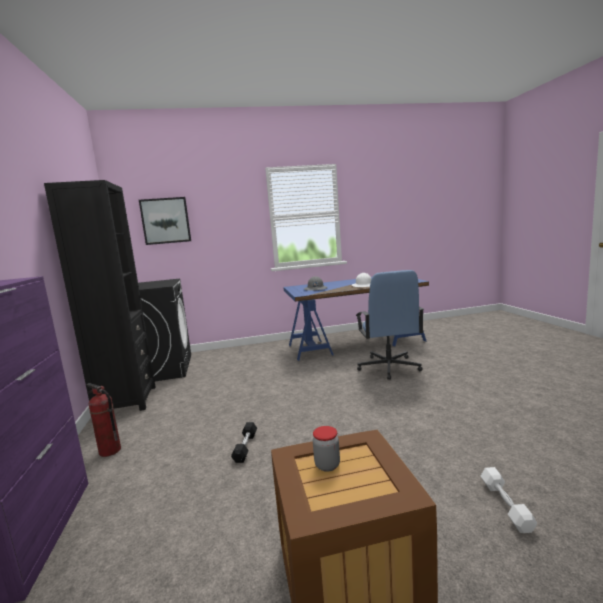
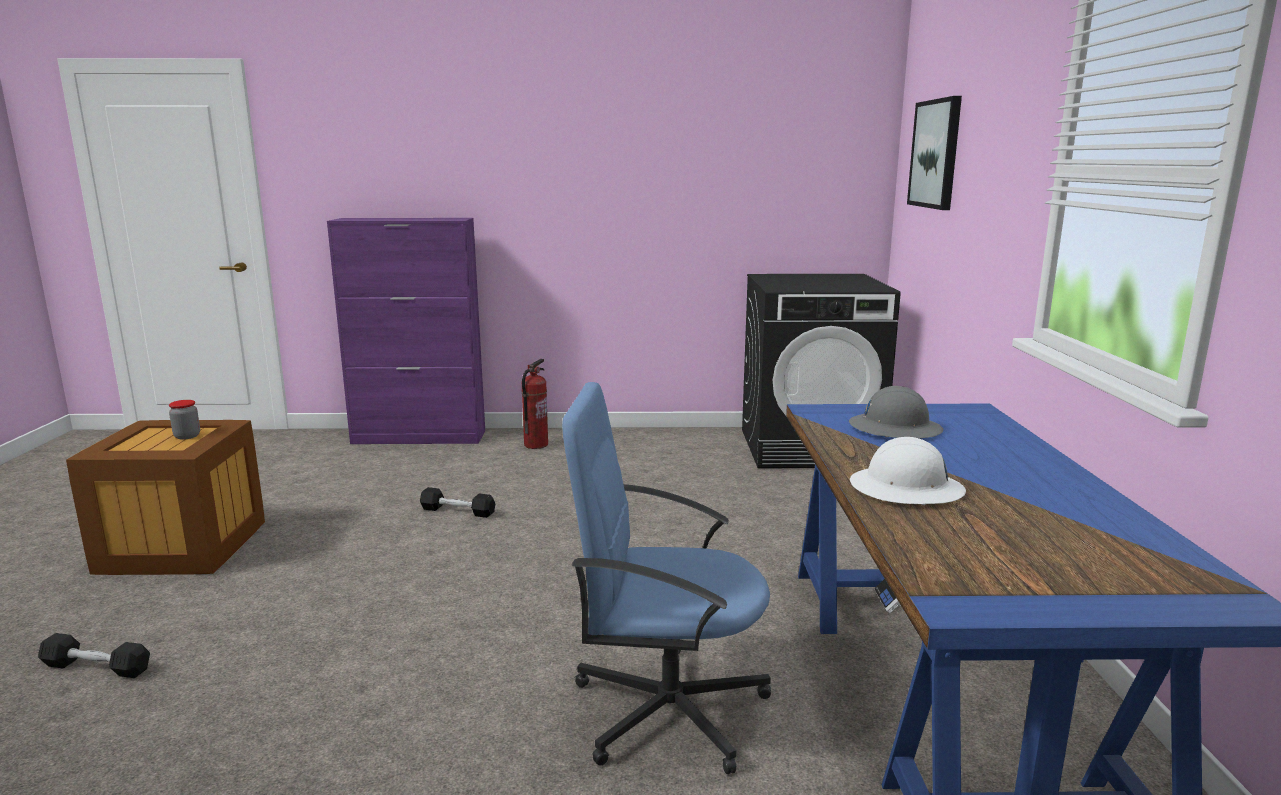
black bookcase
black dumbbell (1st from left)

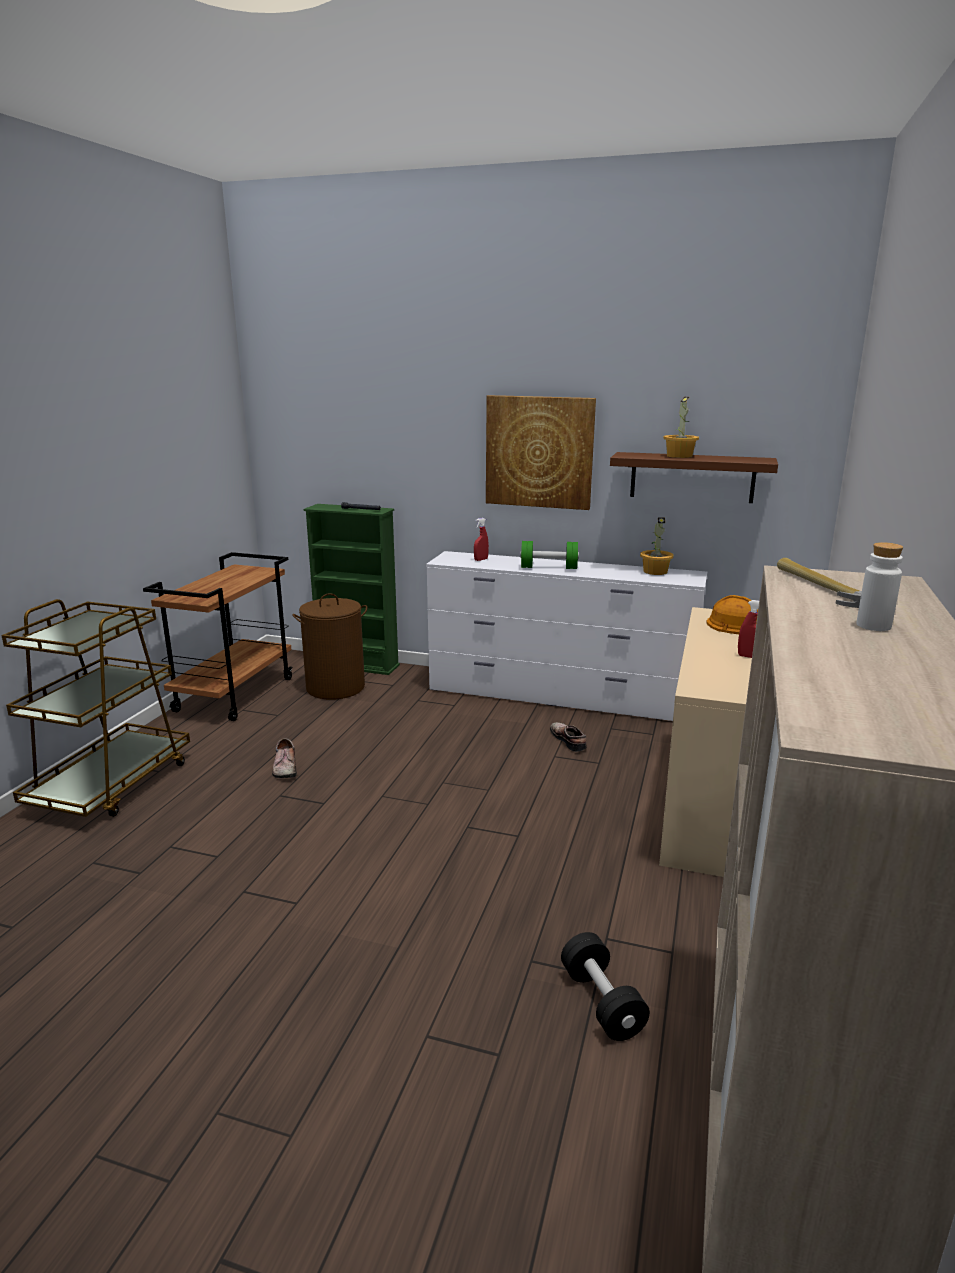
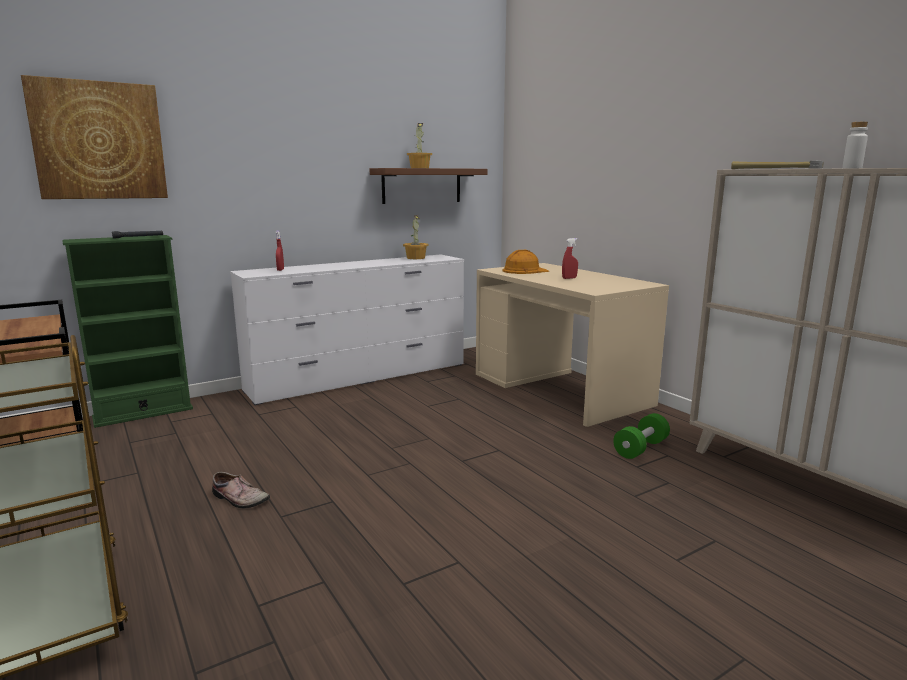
brown laundry basket
shoe (2nd from left in the first image)
black dumbbell
picture
green dumbbell

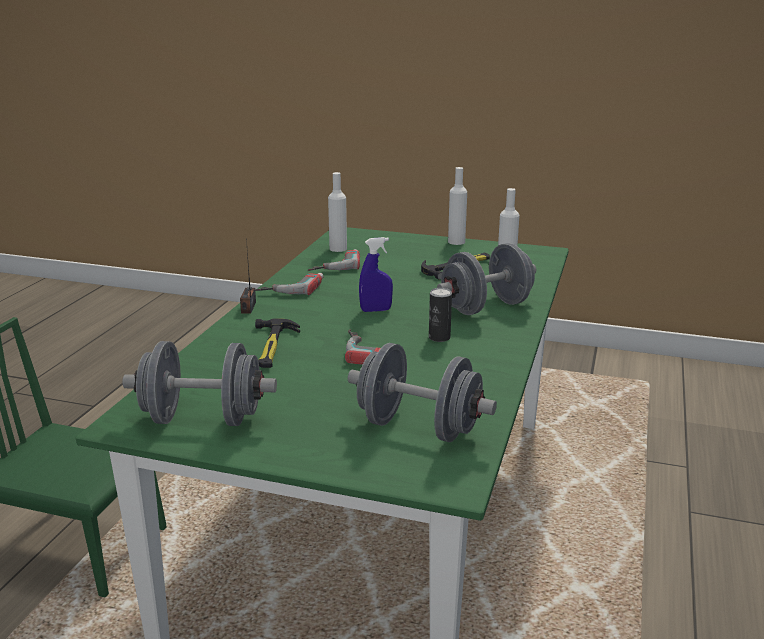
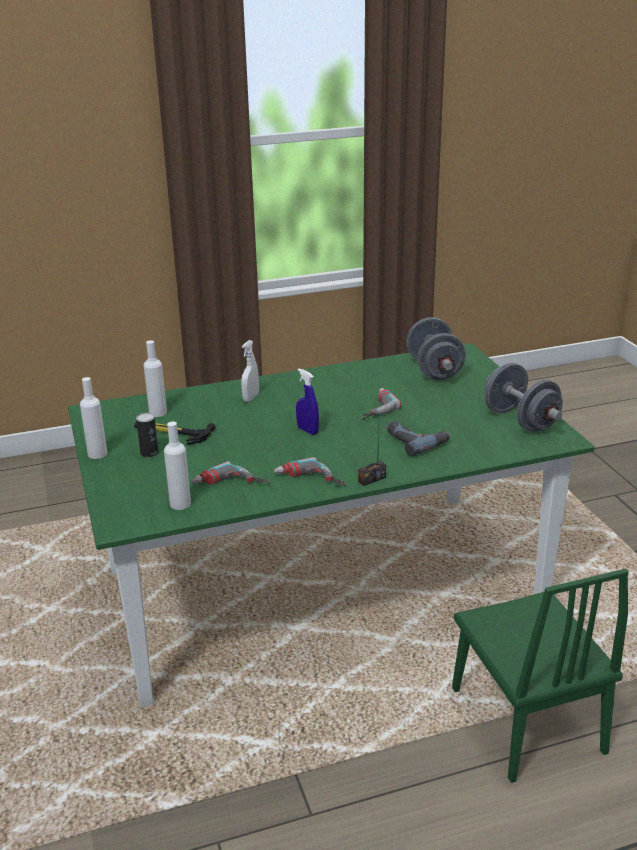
can
power drill (4th from left)
white spray bottle

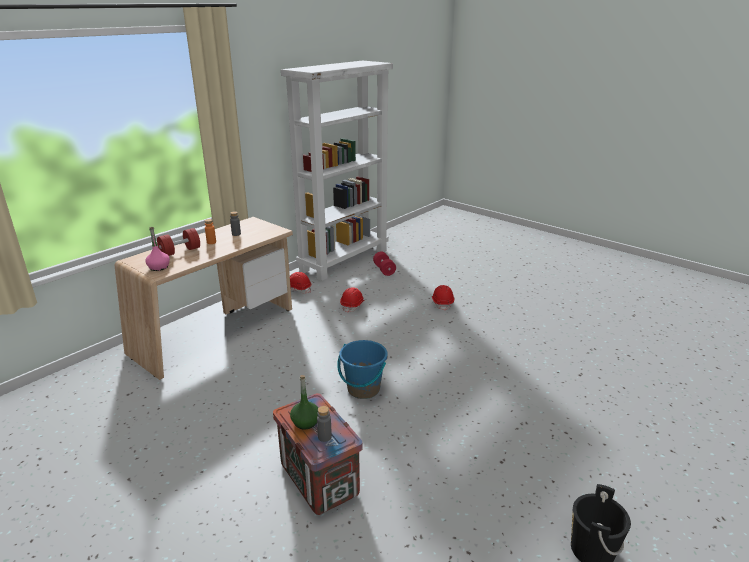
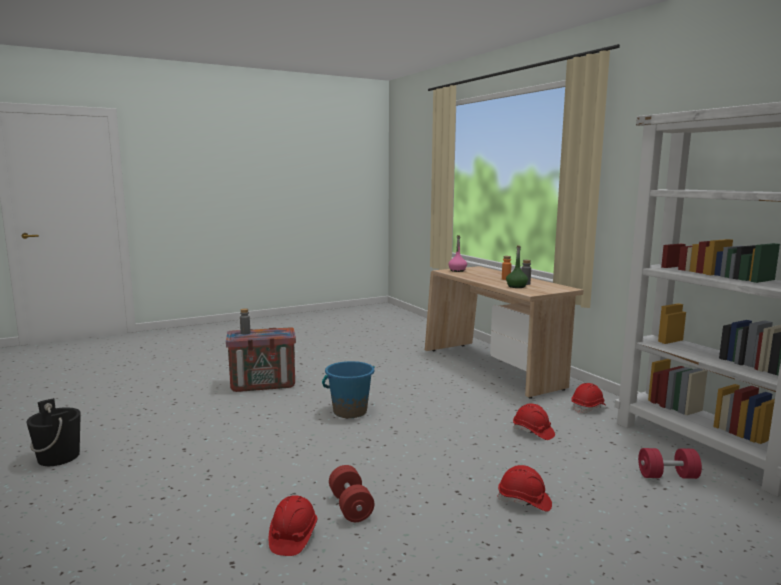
red hard hat (1st from left)
red dumbbell (1st from left)
green bottle

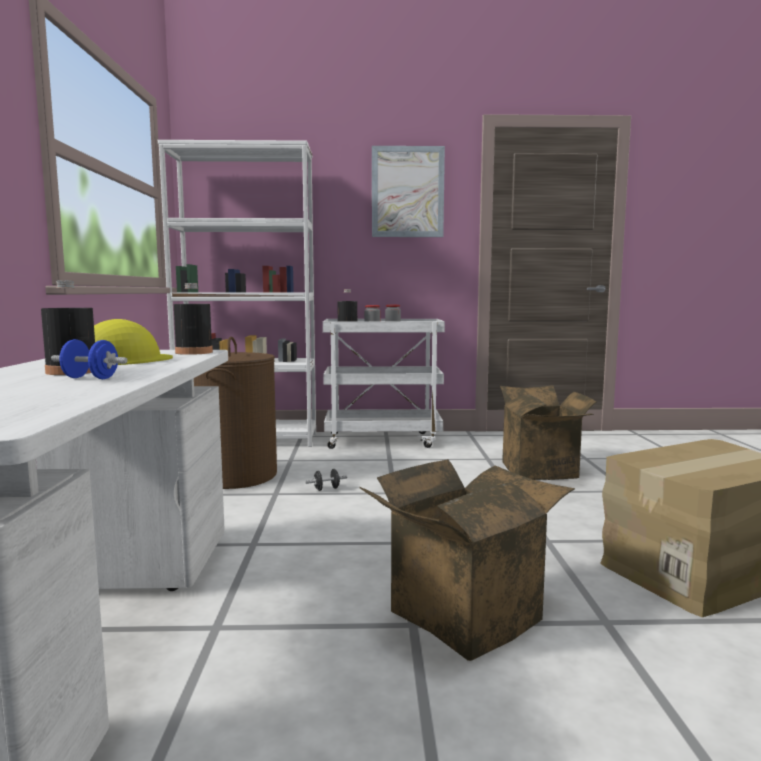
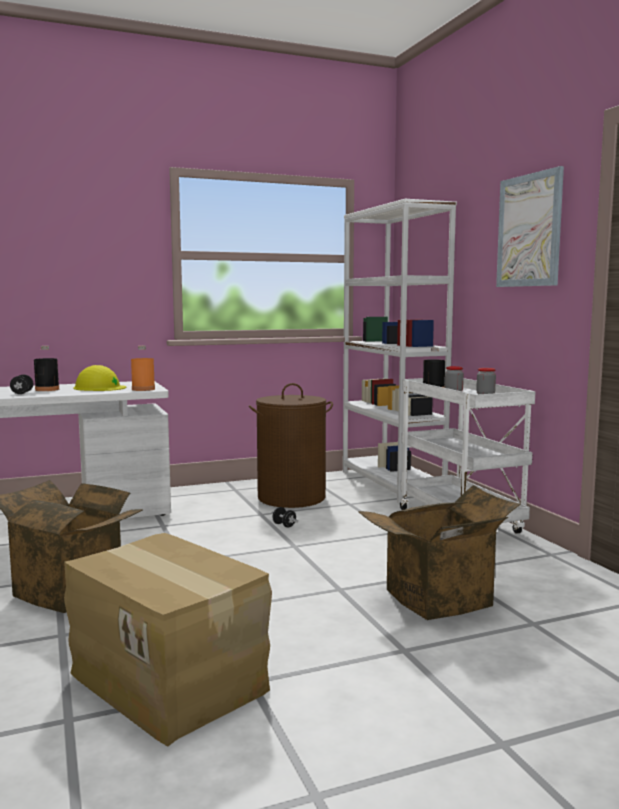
black dumbbell (1st from left)
orange bottle

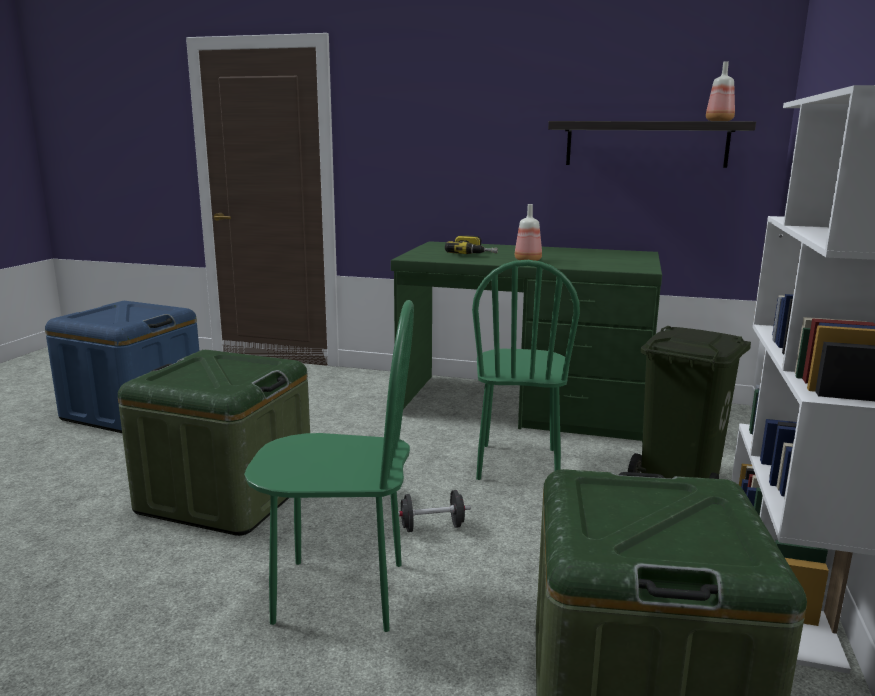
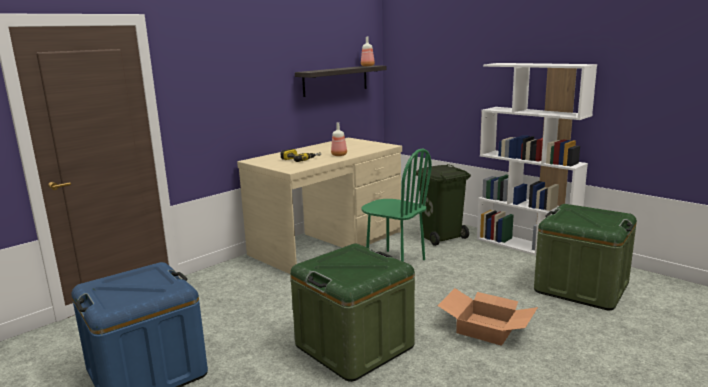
black dumbbell
cardboard box
beige desk

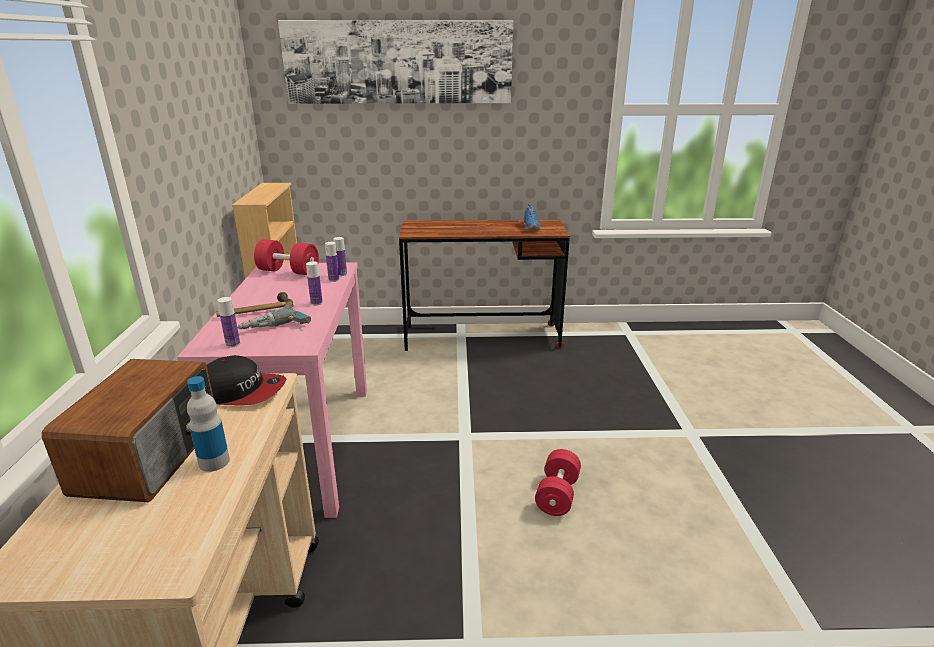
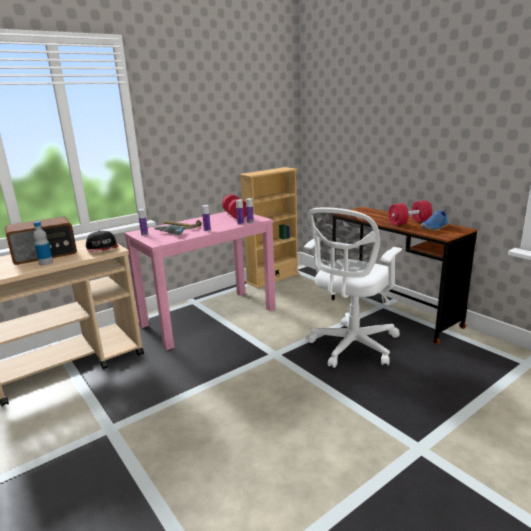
picture
white office chair
red dumbbell (2nd from left)

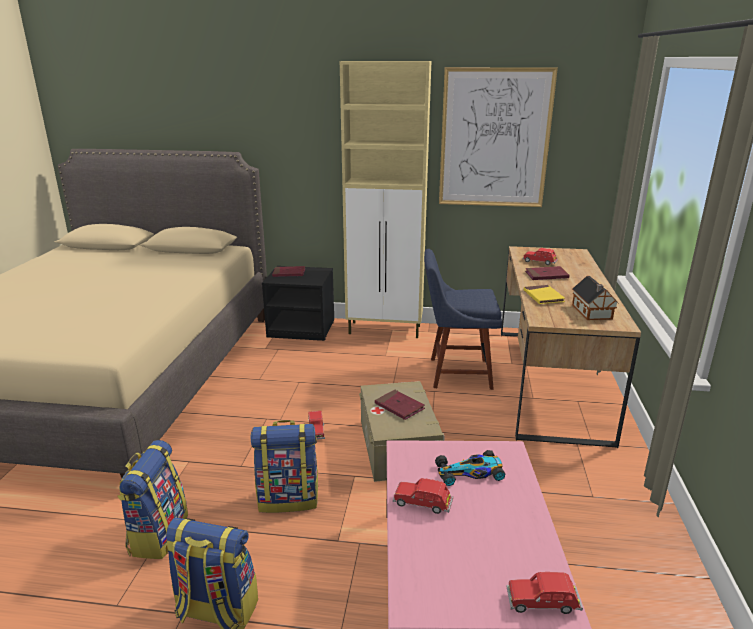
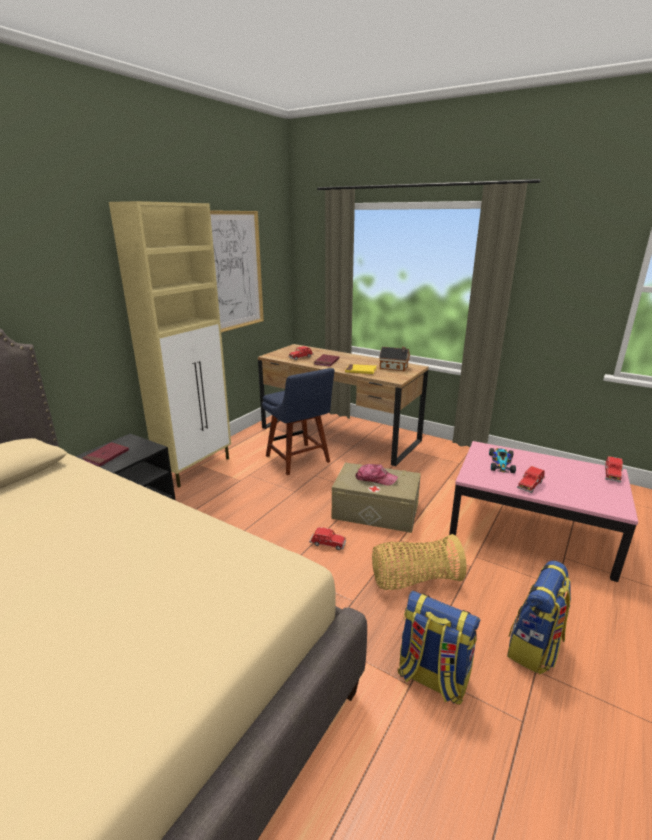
basket
cap
blue chair

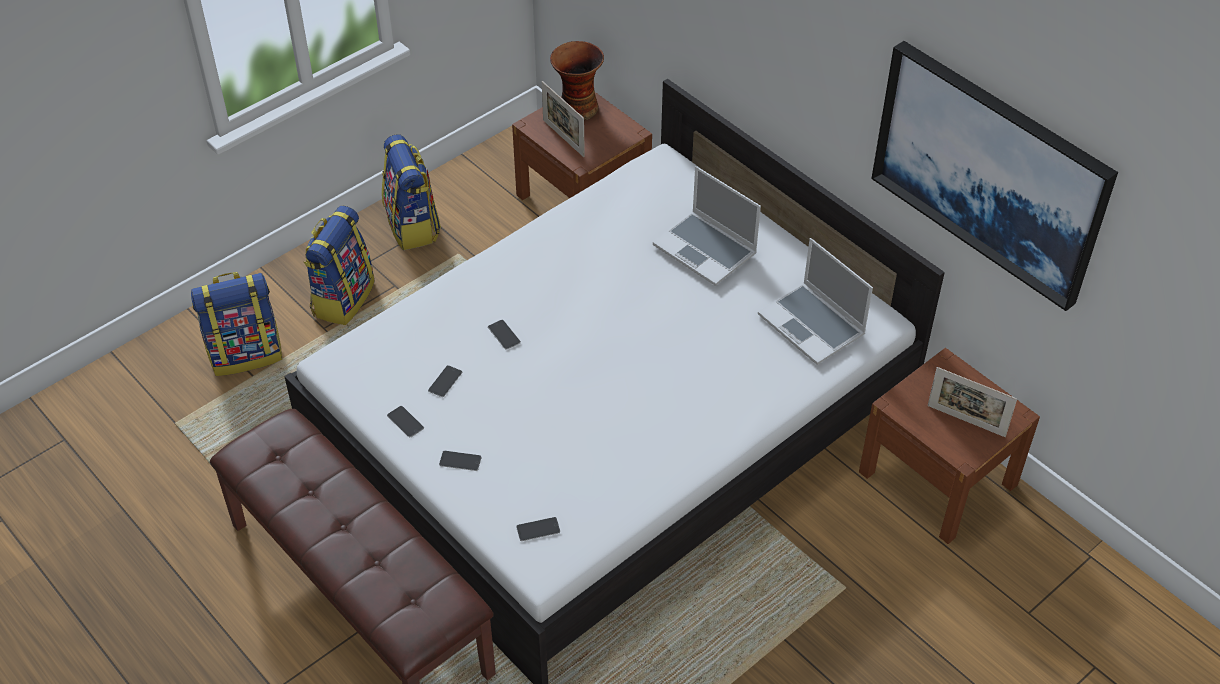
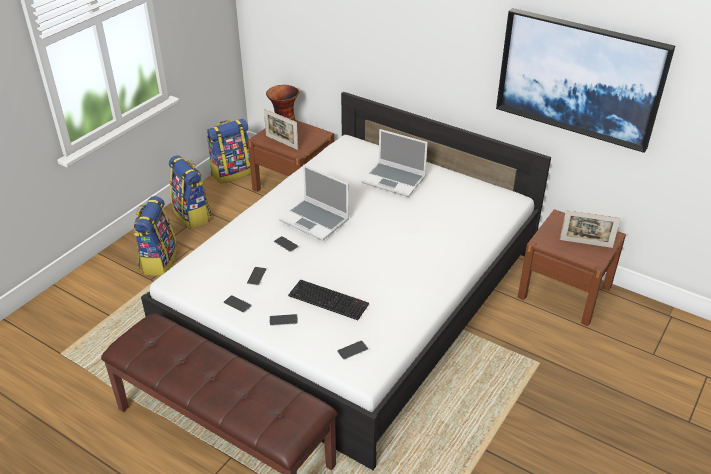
keyboard
backpack (3rd from left)
laptop (1st from left)

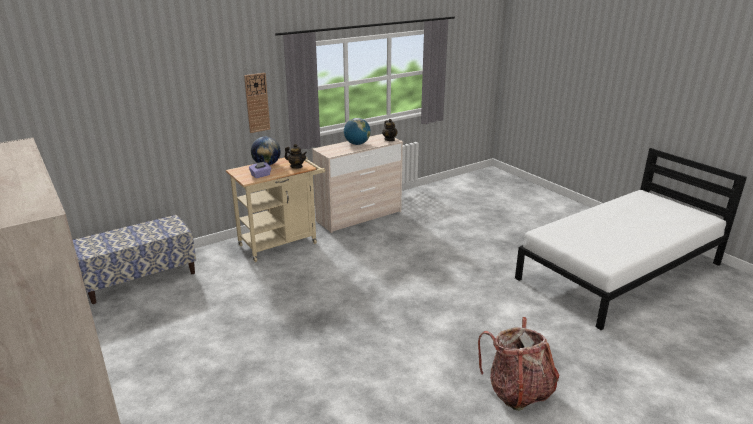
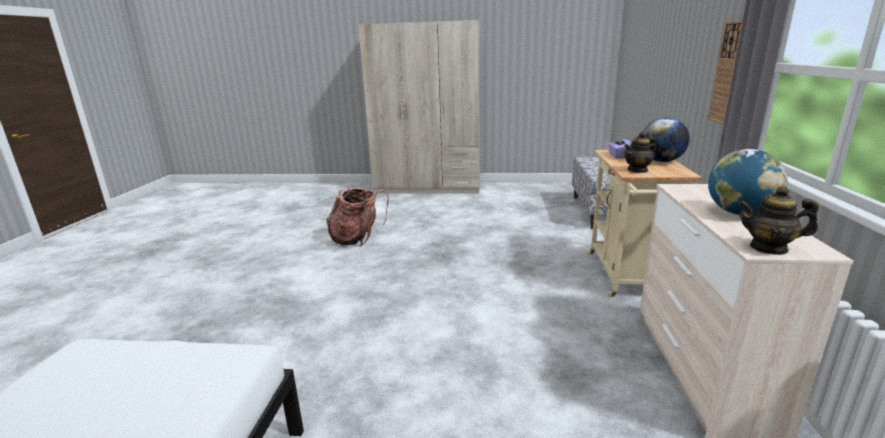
backpack

